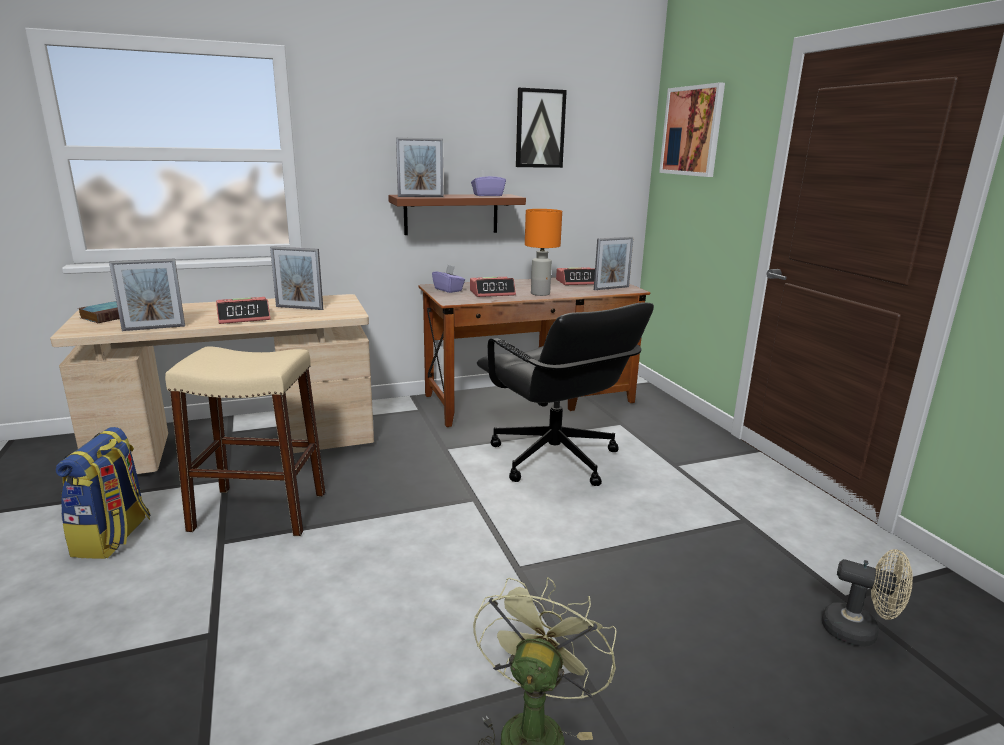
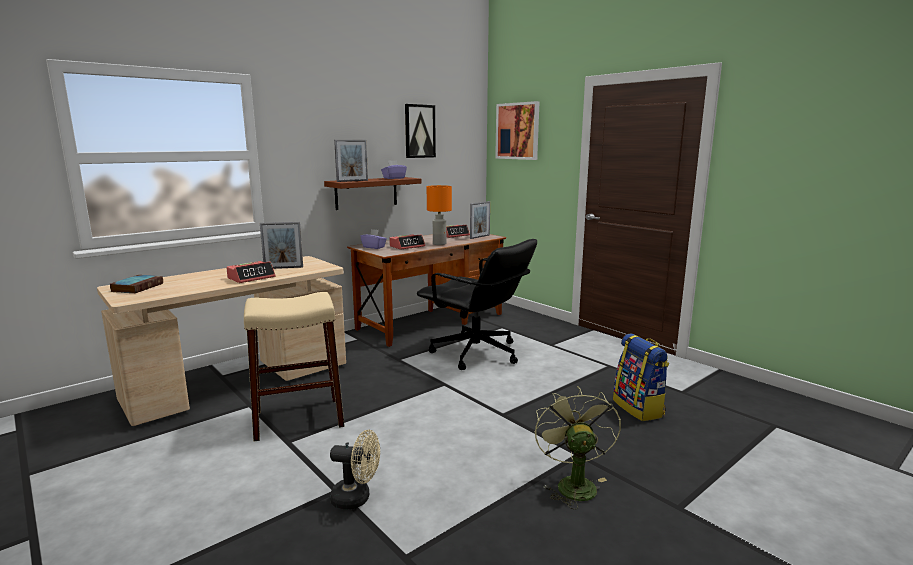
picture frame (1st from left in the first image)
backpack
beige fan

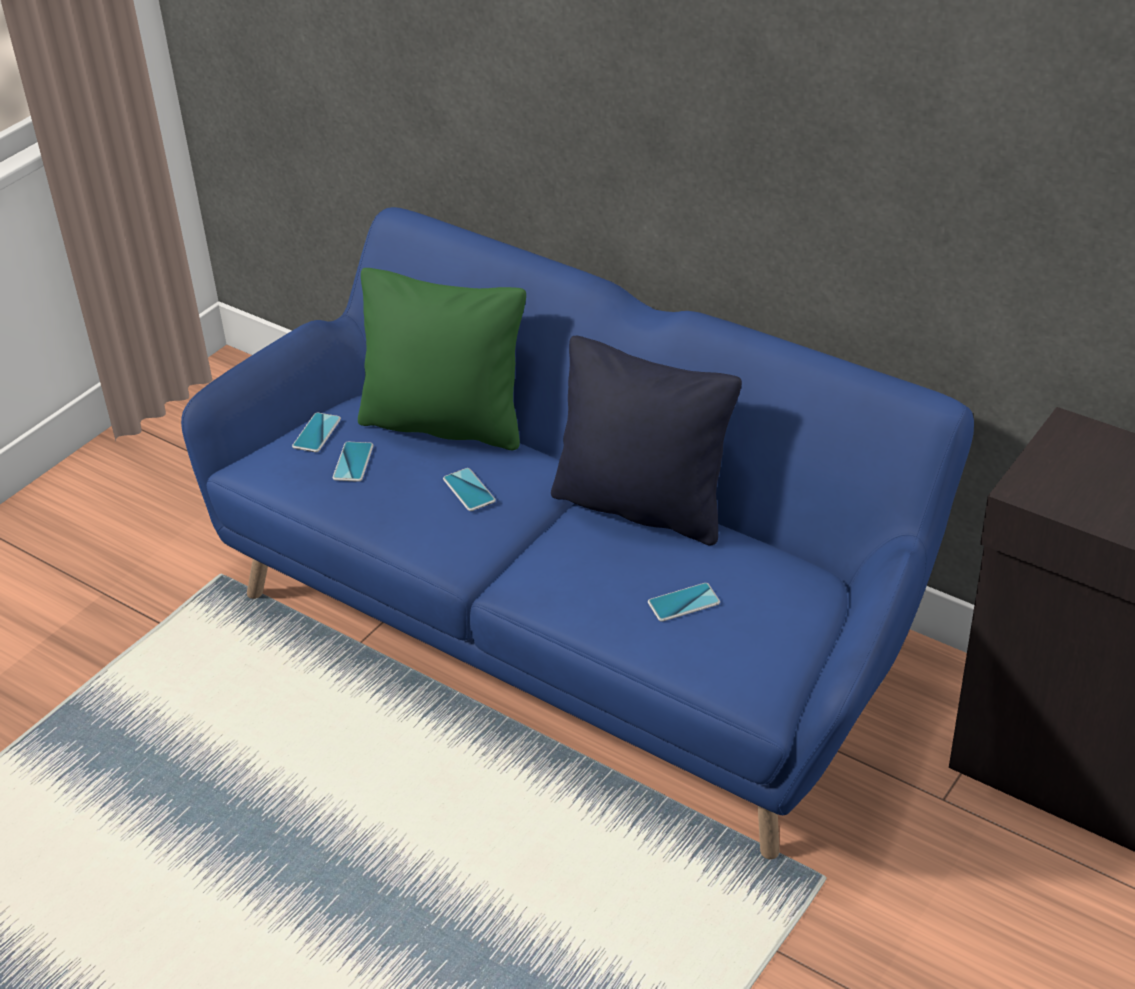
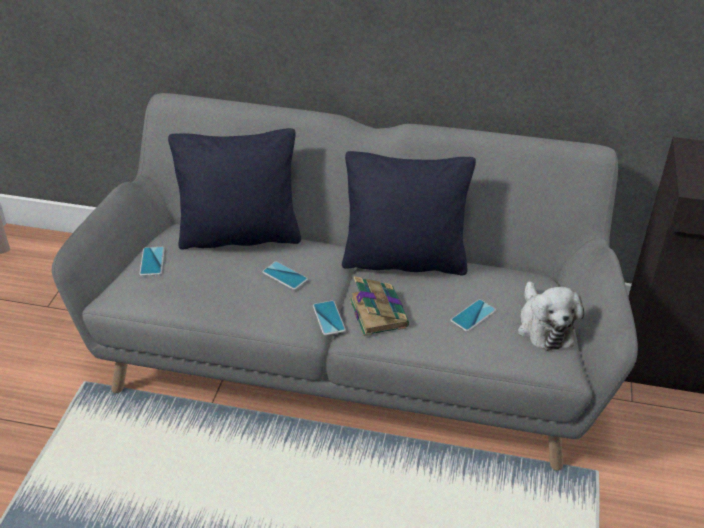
book
plush toy
phone (3rd from left)
grey sofa
black pillow (1st from left)

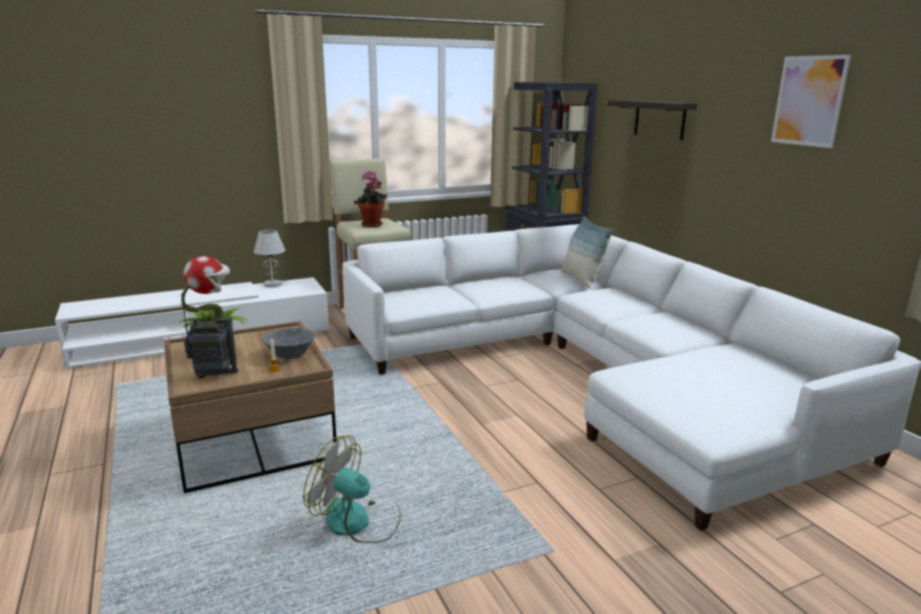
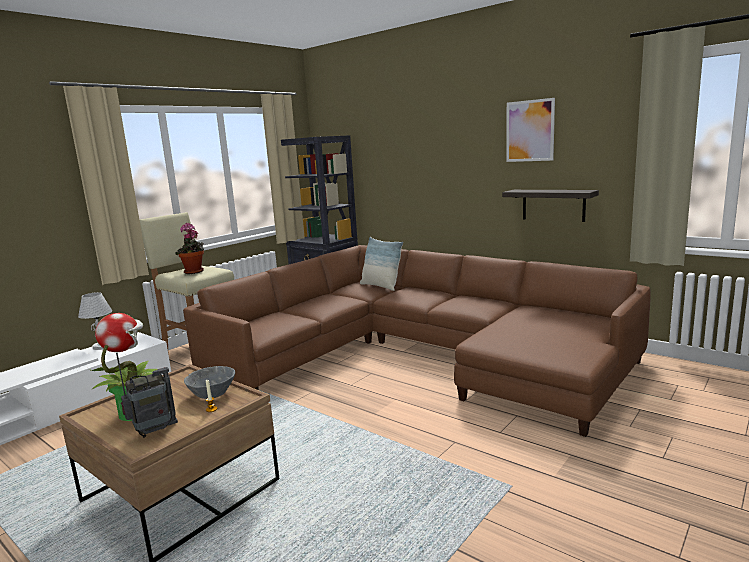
fan
shelf
brown sofa

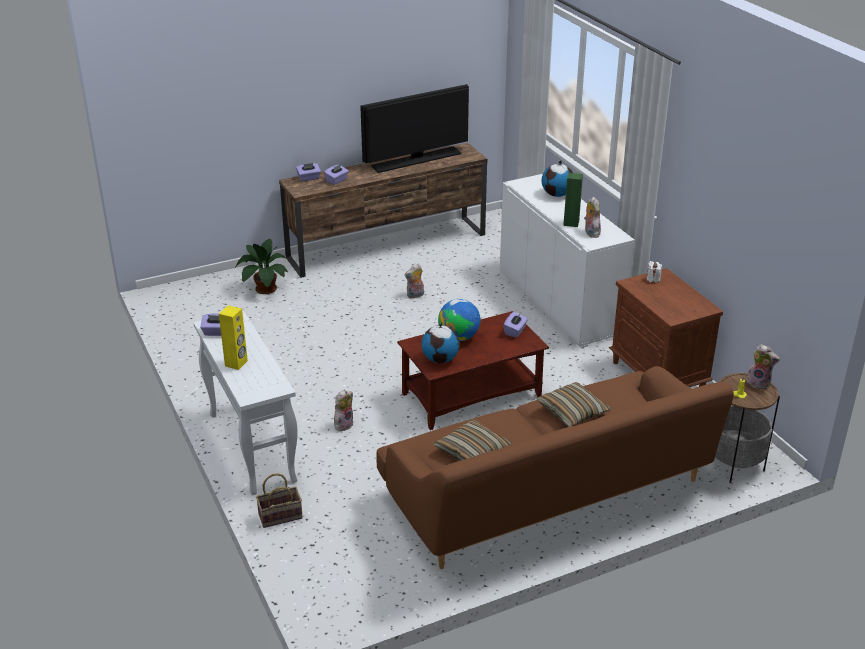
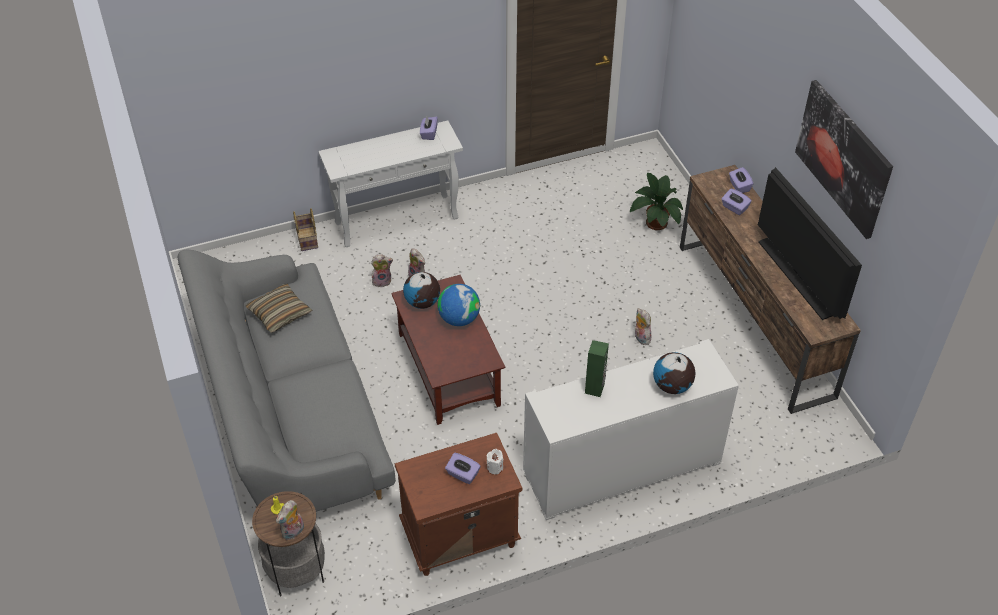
yellow speaker
pillow (2nd from left in the first image)
picture
purple tissue box (2nd from left)
plush toy (2nd from left)
grey sofa

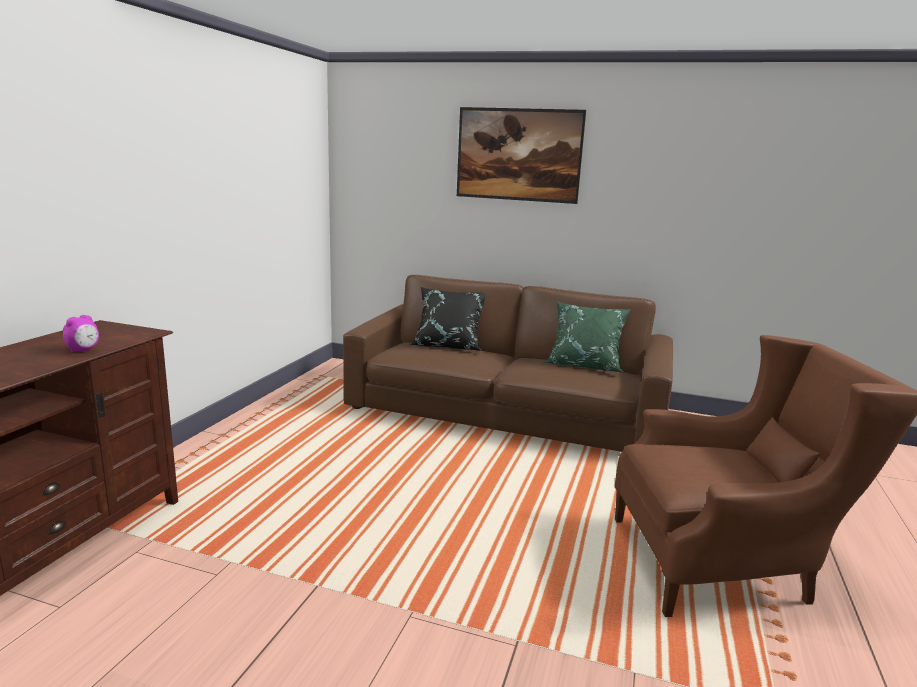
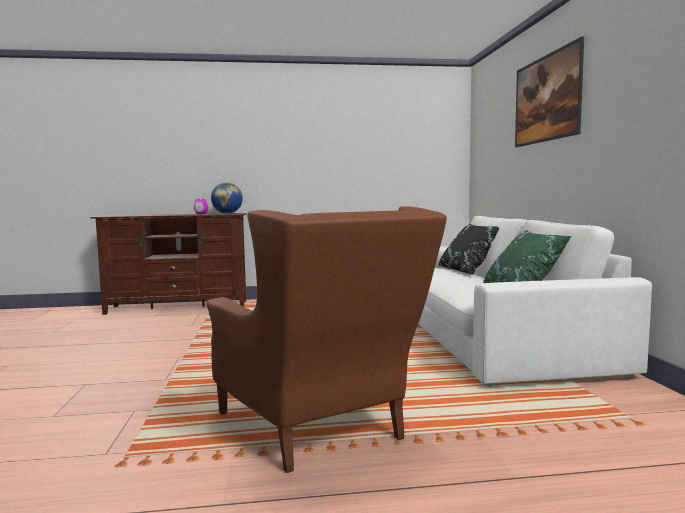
globe
white sofa

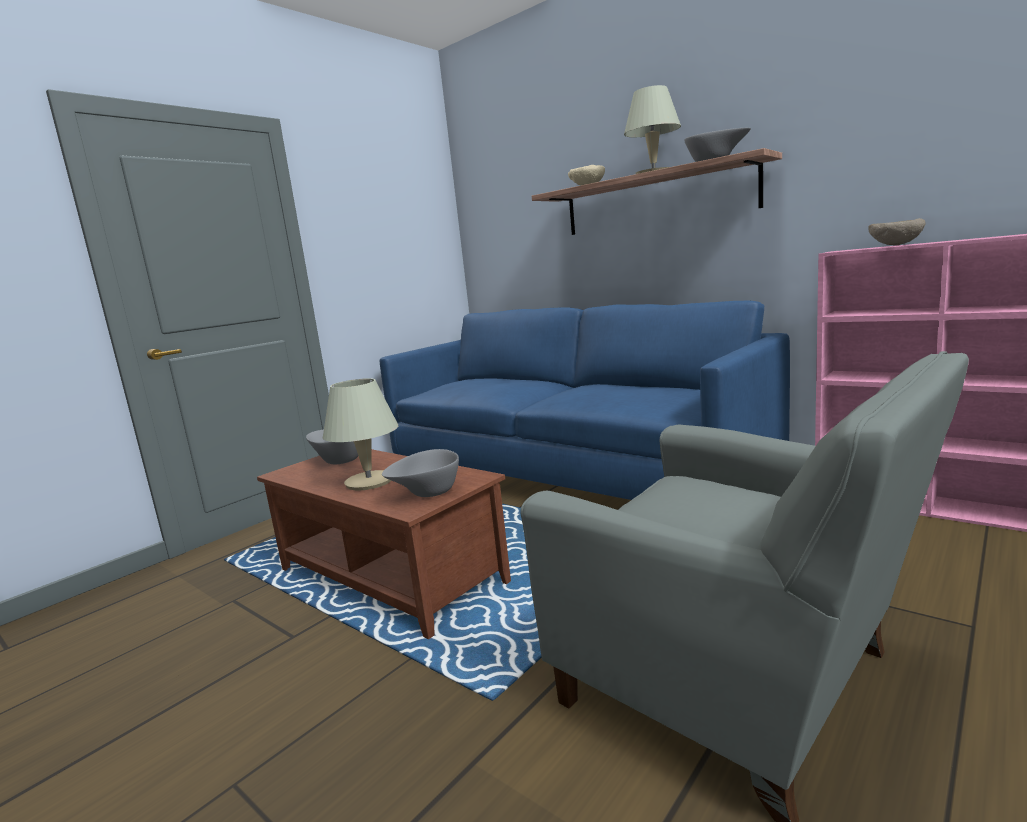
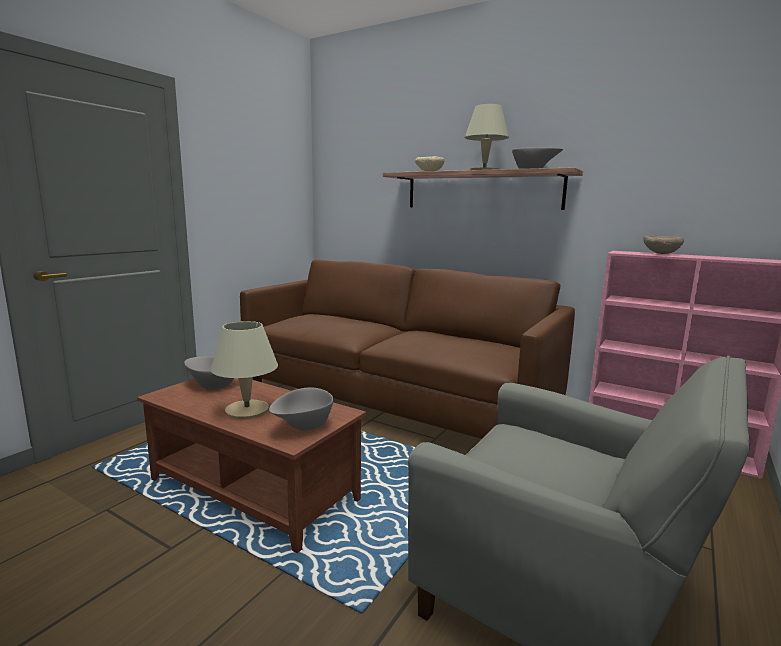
brown sofa

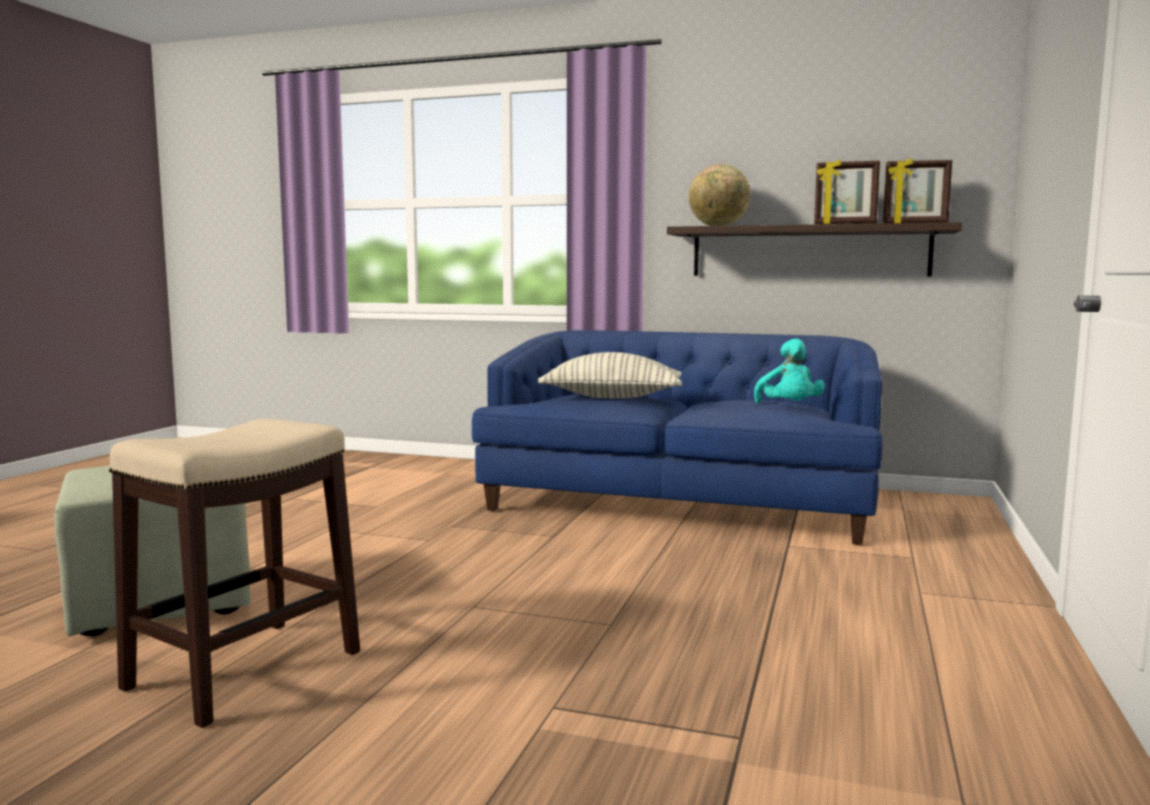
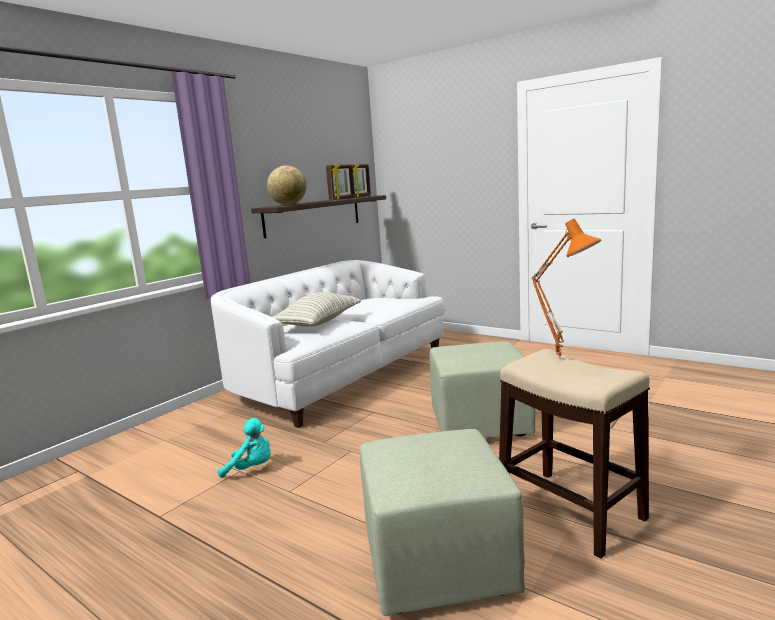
green ottoman (2nd from left)
orange table lamp
turquoise plush toy
white sofa

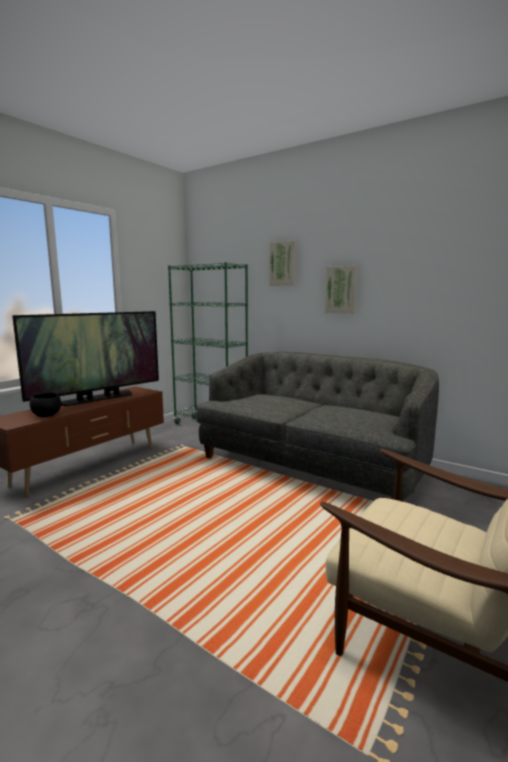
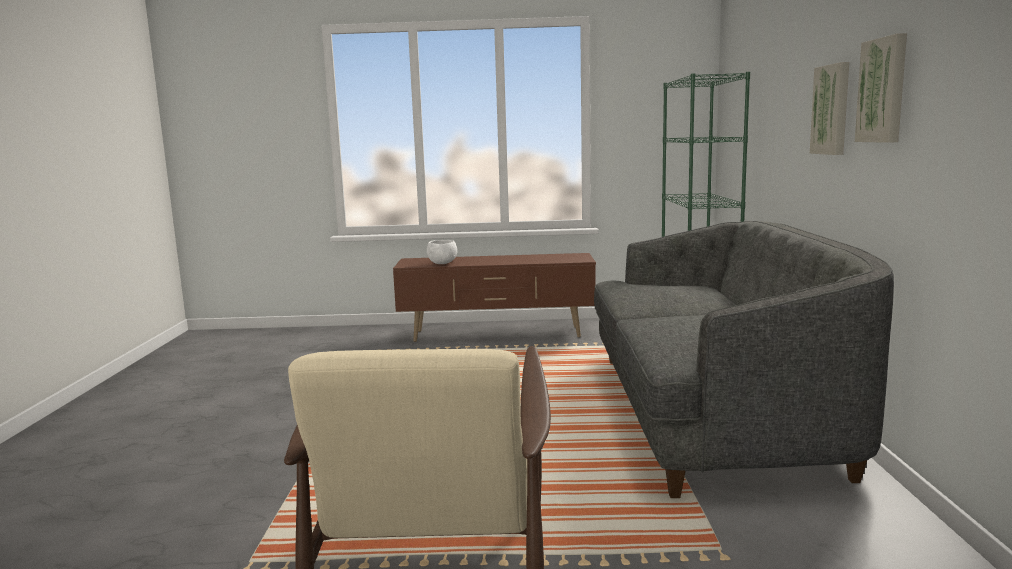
television
picture (2nd from left)
white bowl

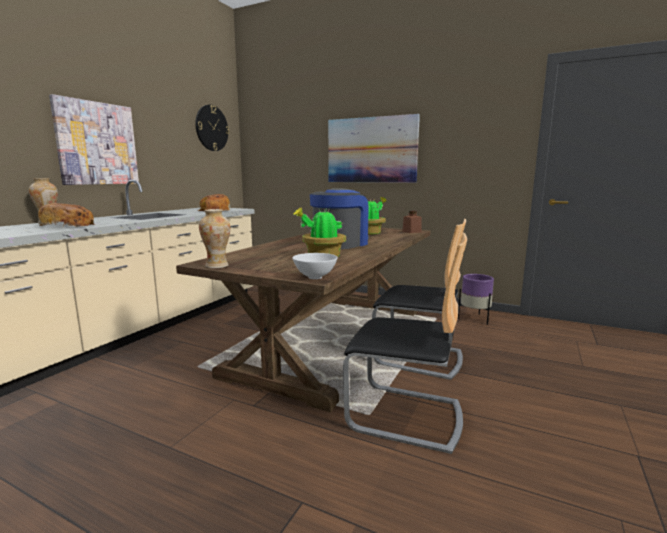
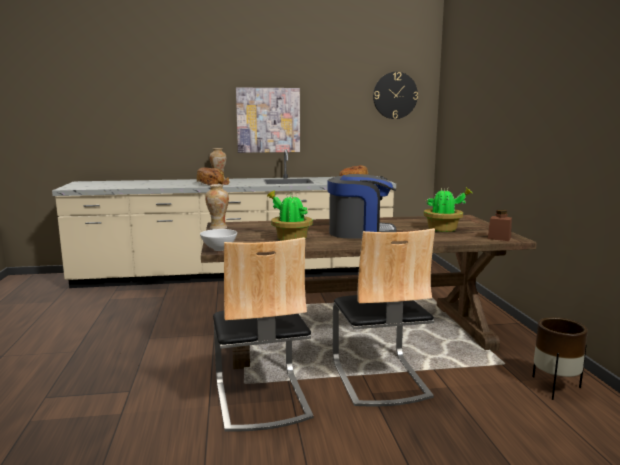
picture (2nd from left in the first image)
brown planter

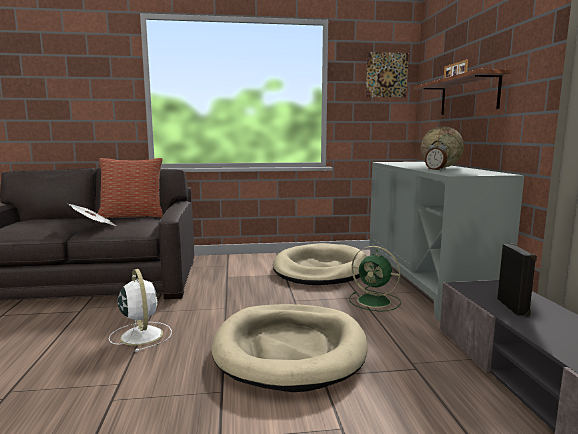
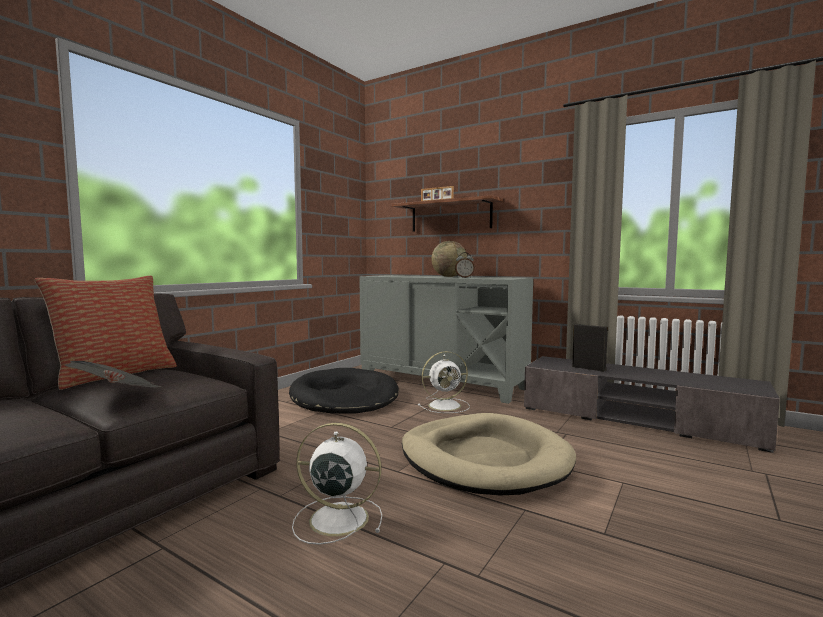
picture
black dog bed
white fan (2nd from left)

